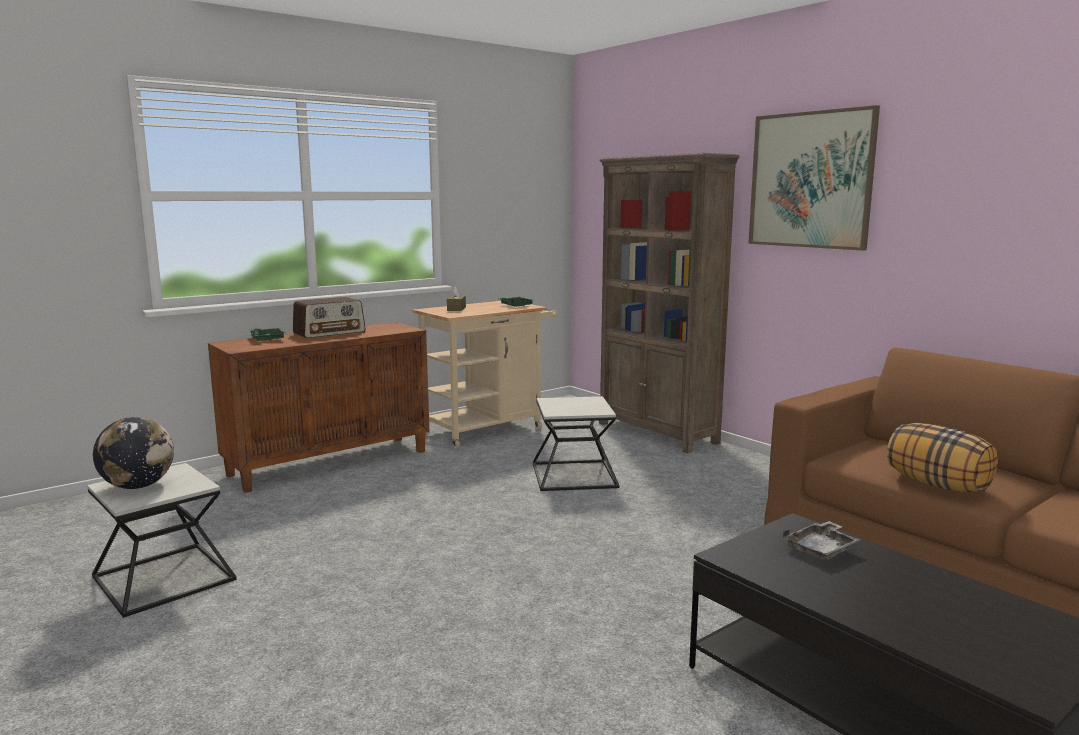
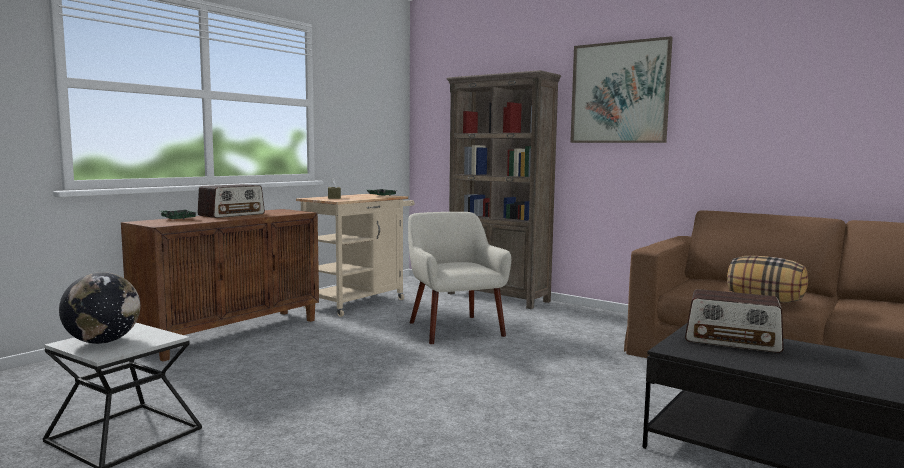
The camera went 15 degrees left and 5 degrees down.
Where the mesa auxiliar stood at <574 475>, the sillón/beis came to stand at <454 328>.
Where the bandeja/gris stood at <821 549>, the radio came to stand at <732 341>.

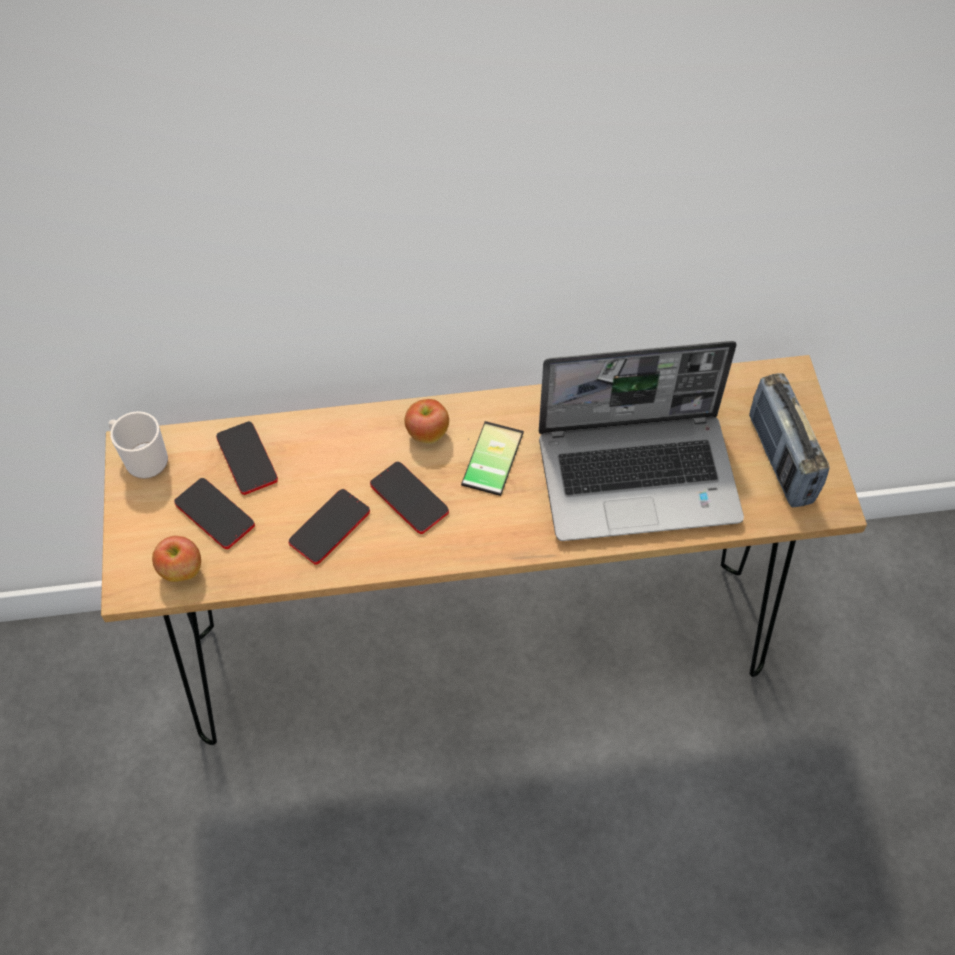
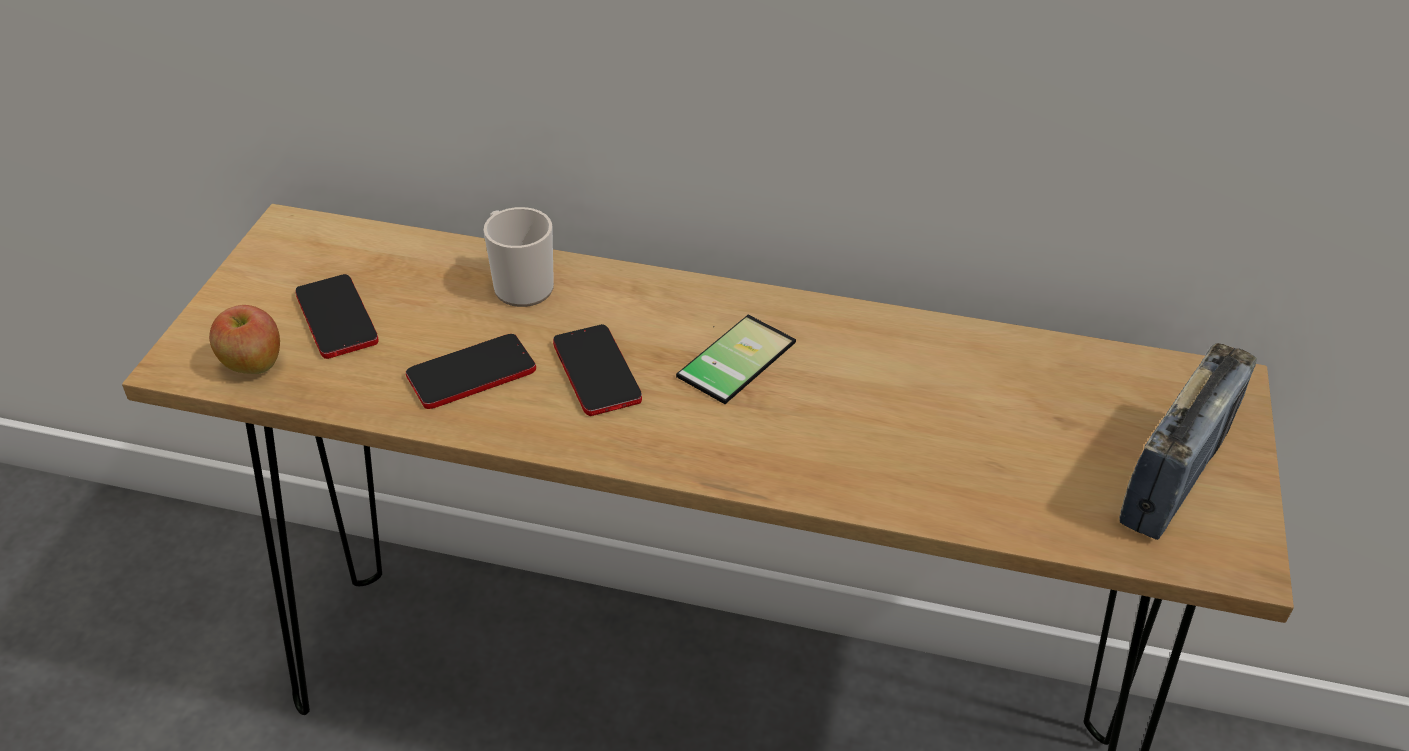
The camera went 20 degrees right and 15 degrees down.
The second view lost the móvil at <247 459>.
The second view lost the manzana at <427 433>.
The second view lost the portátil at <640 476>.
The taza grande ended up elsewhere, having gone from <142 459> to <519 284>.
The radio at <780 459> ended up facing another way, 150 degrees counterclockwise from before.

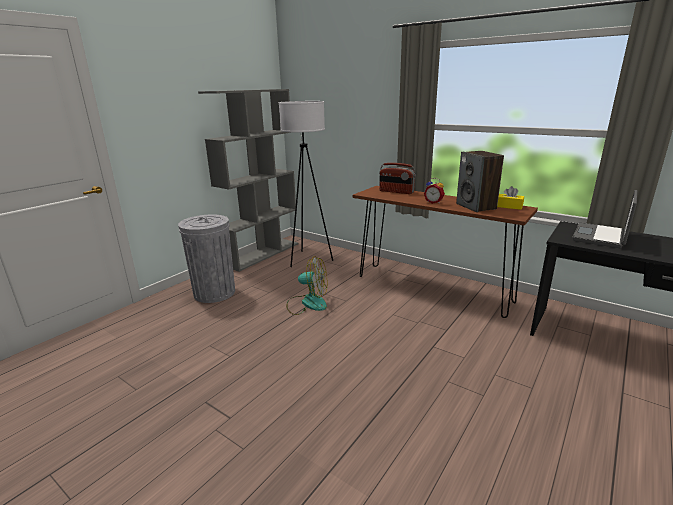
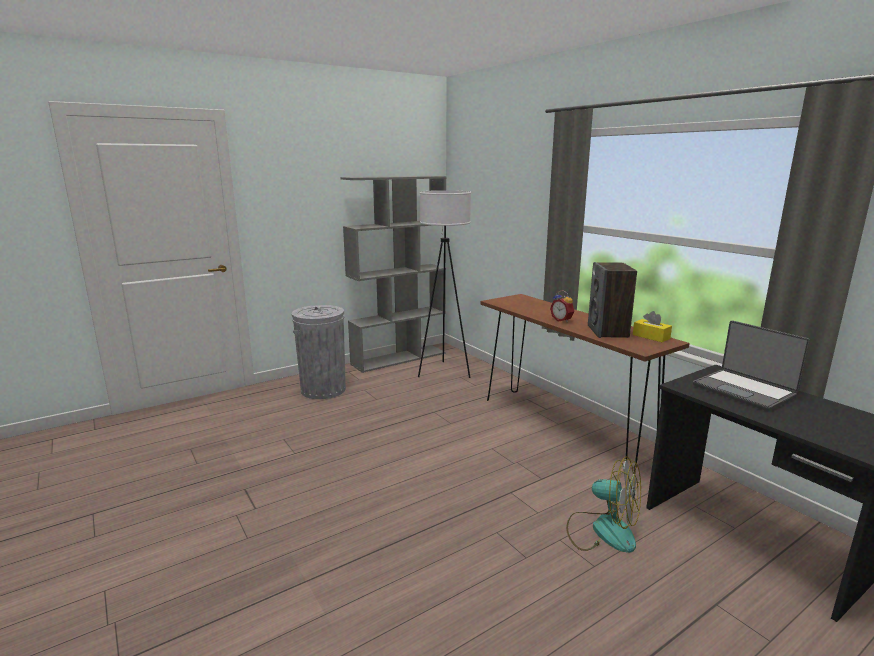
The camera went 20 degrees right and 5 degrees down.
The second view lost the radio at <396 192>.
The ventilador ended up elsewhere, having gone from <307 303> to <602 530>.
The portátil at <601 236> ended up facing another way, 90 degrees counterclockwise from before.

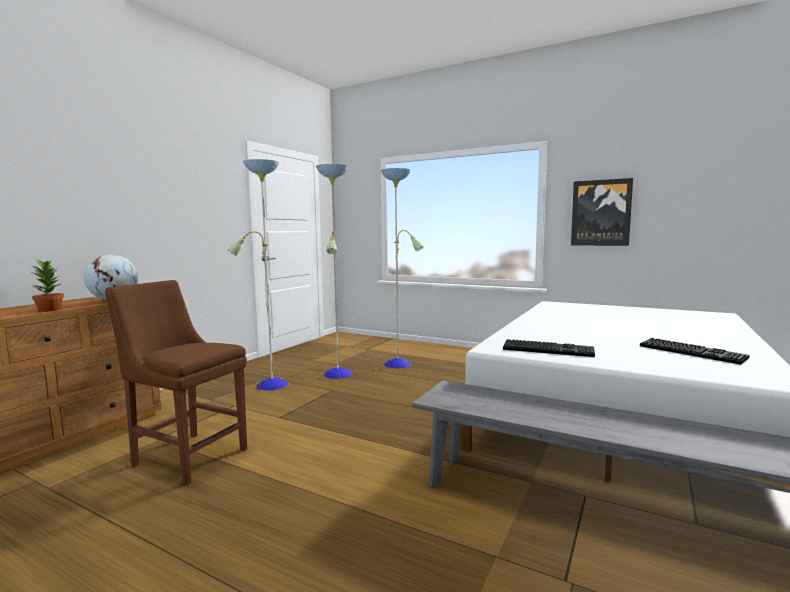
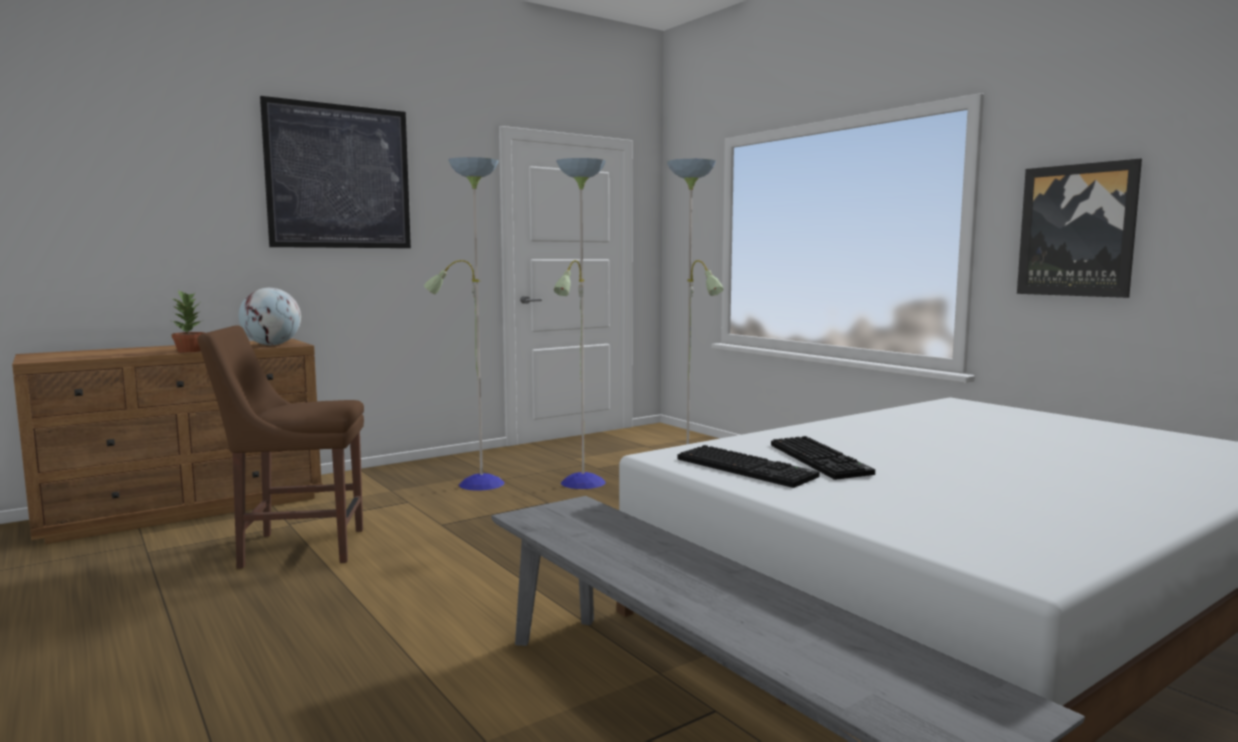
The camera went 25 degrees right and 0 degrees up.
The second view gained the cuadro at <339 177>.
The teclado ended up elsewhere, having gone from <692 352> to <821 460>.
The silla/marrón at <187 455> ended up facing another way, 60 degrees counterclockwise from before.

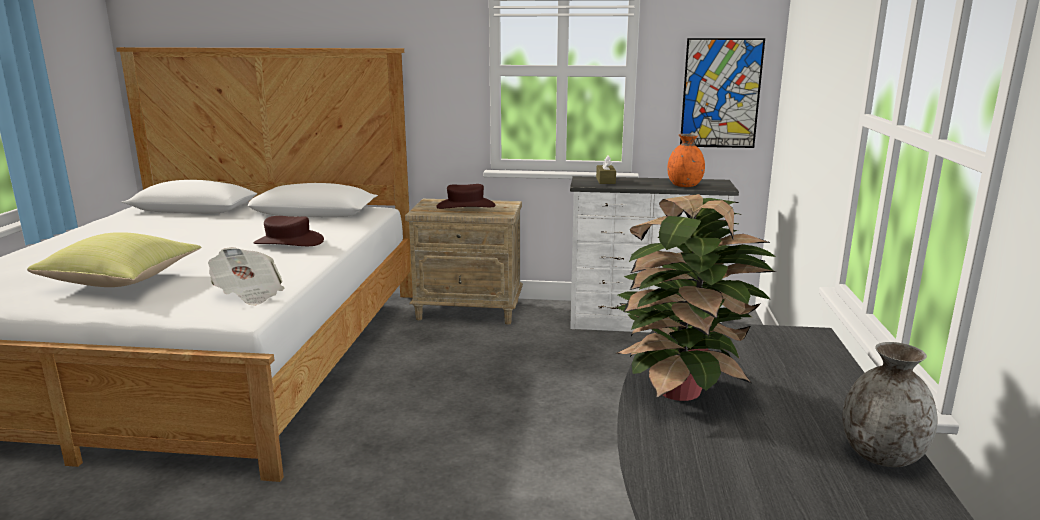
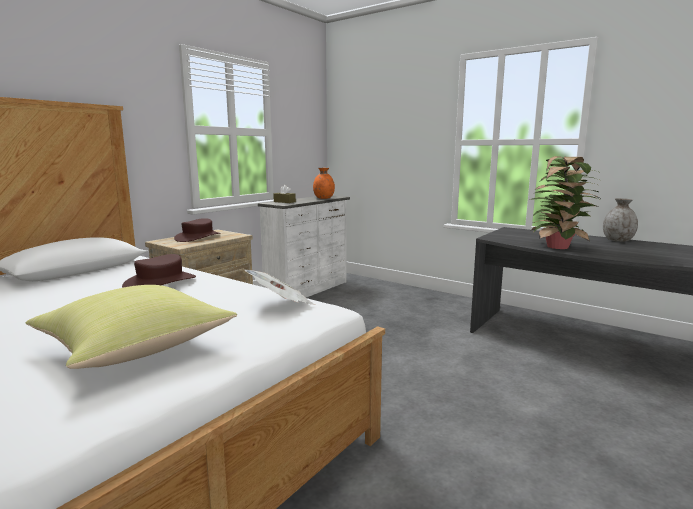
The camera went 60 degrees left and 5 degrees down.
The second view lost the cuadro at <721 93>.

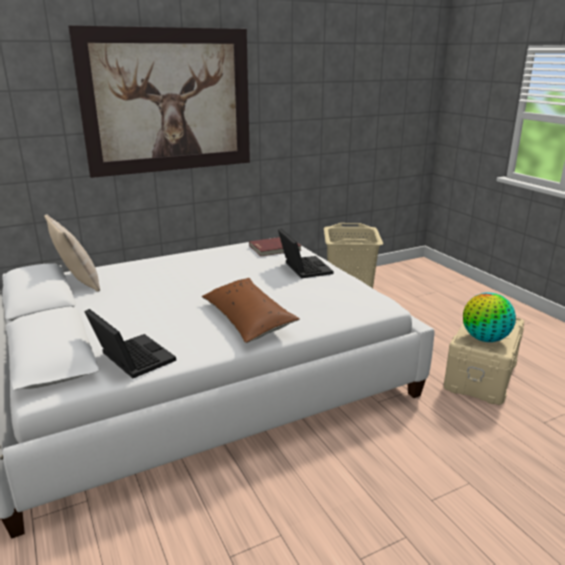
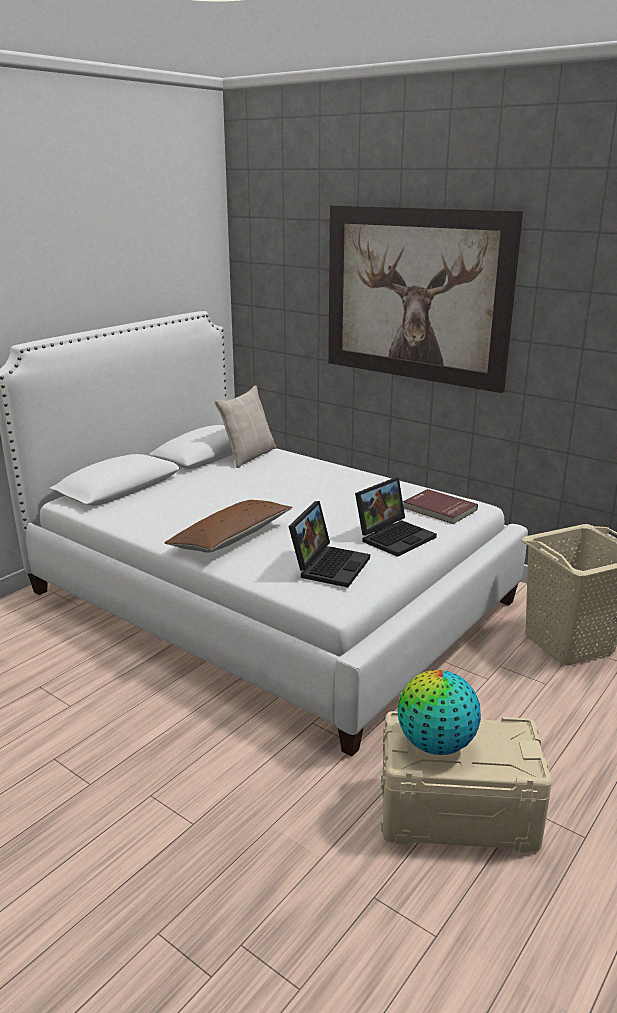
The camera went 65 degrees right and 0 degrees up.
The portátil ended up elsewhere, having gone from <131 358> to <329 565>.

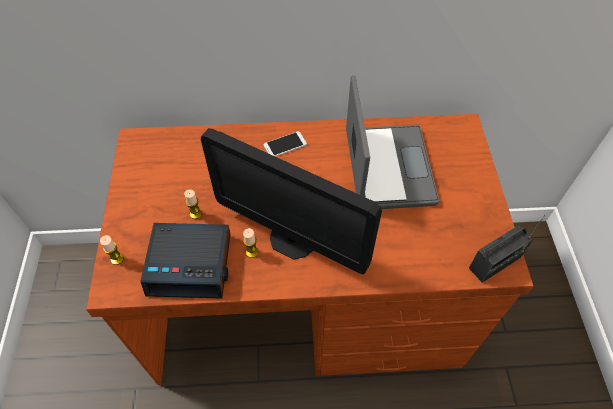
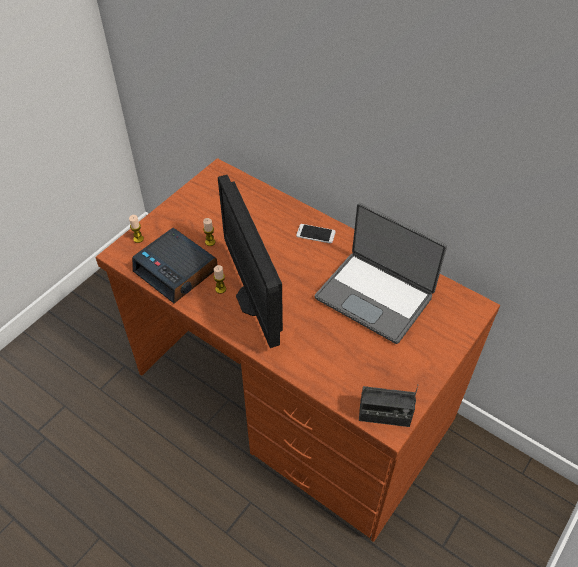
The camera went 40 degrees right and 5 degrees down.
The portátil at <387 167> ended up facing another way, 90 degrees clockwise from before.

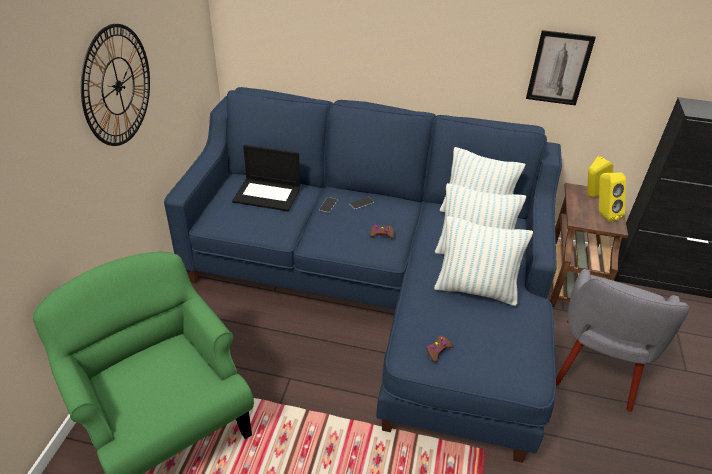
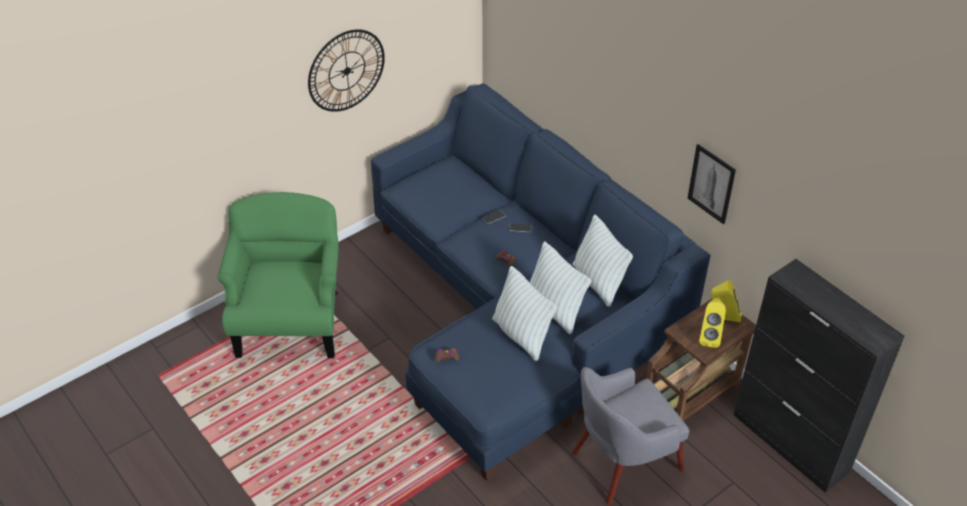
The camera went 40 degrees right and 5 degrees up.
The second view lost the portátil at <268 194>.

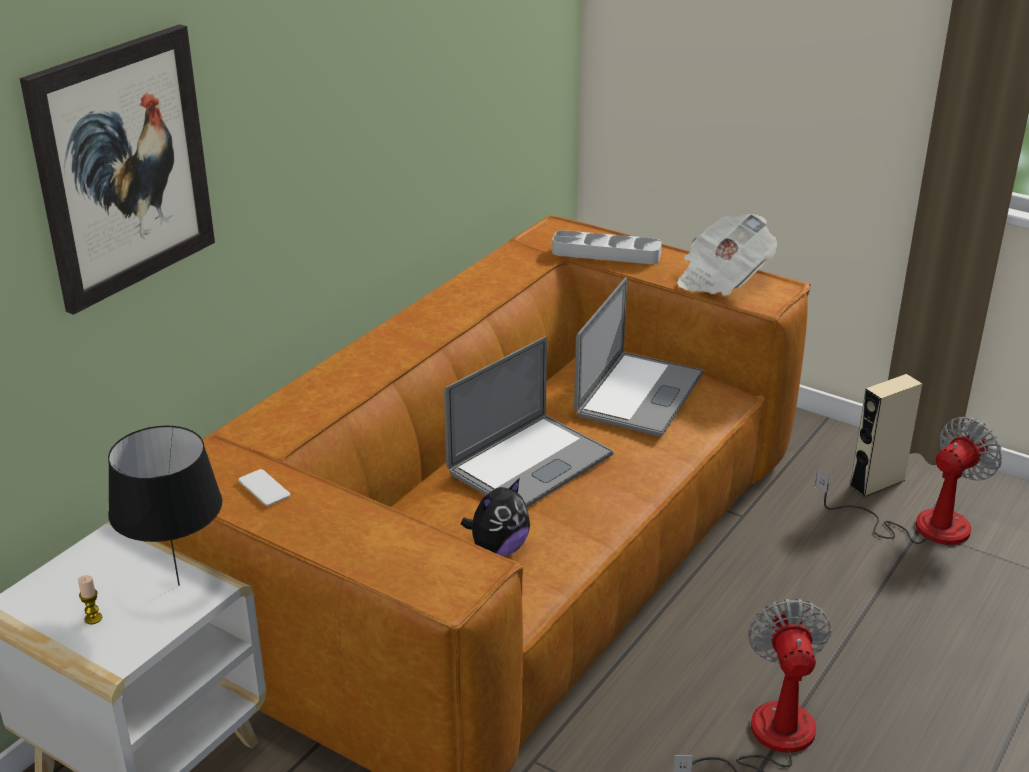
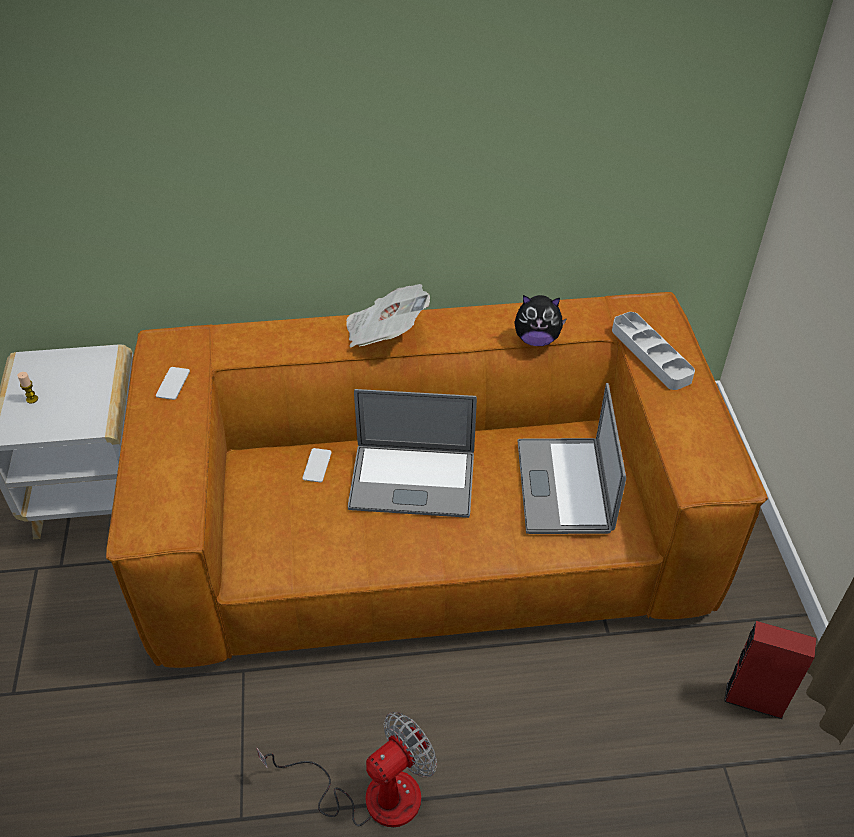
The camera went 50 degrees right and 15 degrees up.
The second view lost the cuadro at <122 167>.
The second view lost the lámpara de mesa/negro at <180 585>.
The second view lost the ventilador at <921 525>.
The second view gained the móvil at <317 465>.
The peluche ended up elsewhere, having gone from <498 549> to <536 339>.
The periódico ended up elsewhere, having gone from <722 278> to <385 333>.
What was the altavoz/beis at <877 483> turned into the altavoz/rojo at <754 700>.
The portátil at <639 394> ended up facing another way, 105 degrees clockwise from before.

